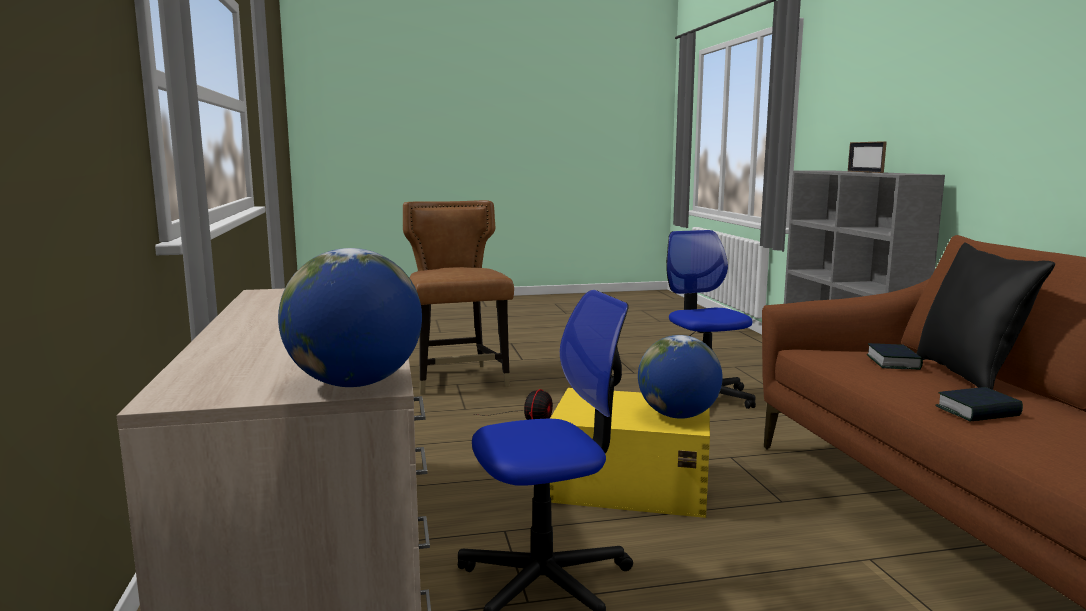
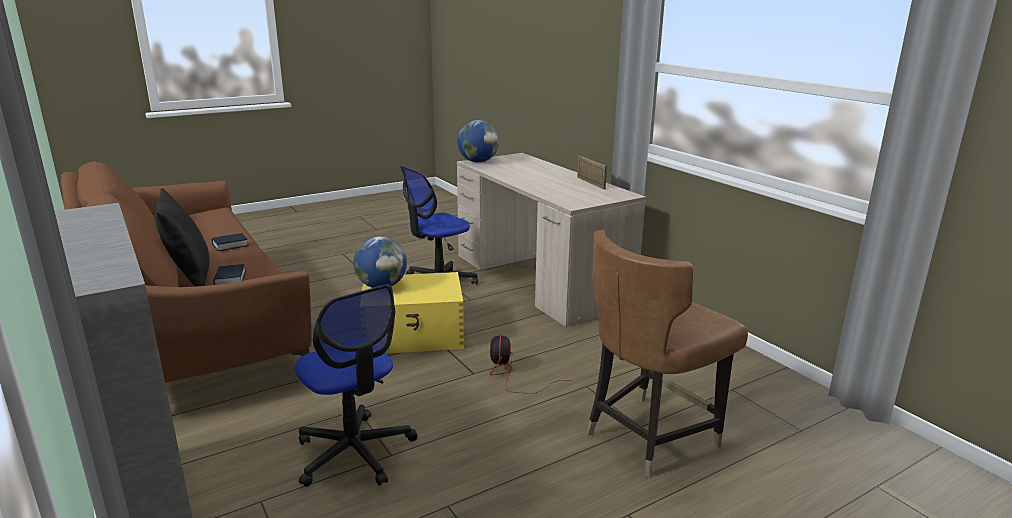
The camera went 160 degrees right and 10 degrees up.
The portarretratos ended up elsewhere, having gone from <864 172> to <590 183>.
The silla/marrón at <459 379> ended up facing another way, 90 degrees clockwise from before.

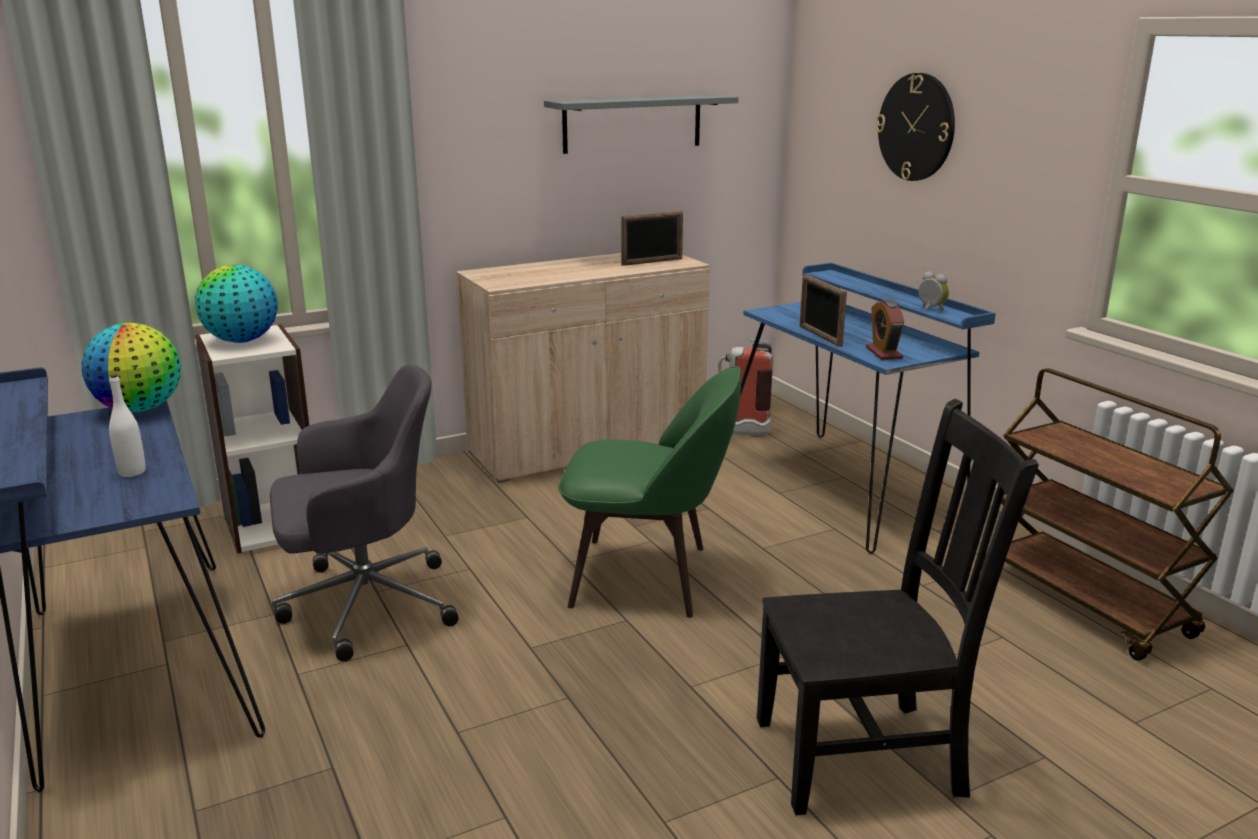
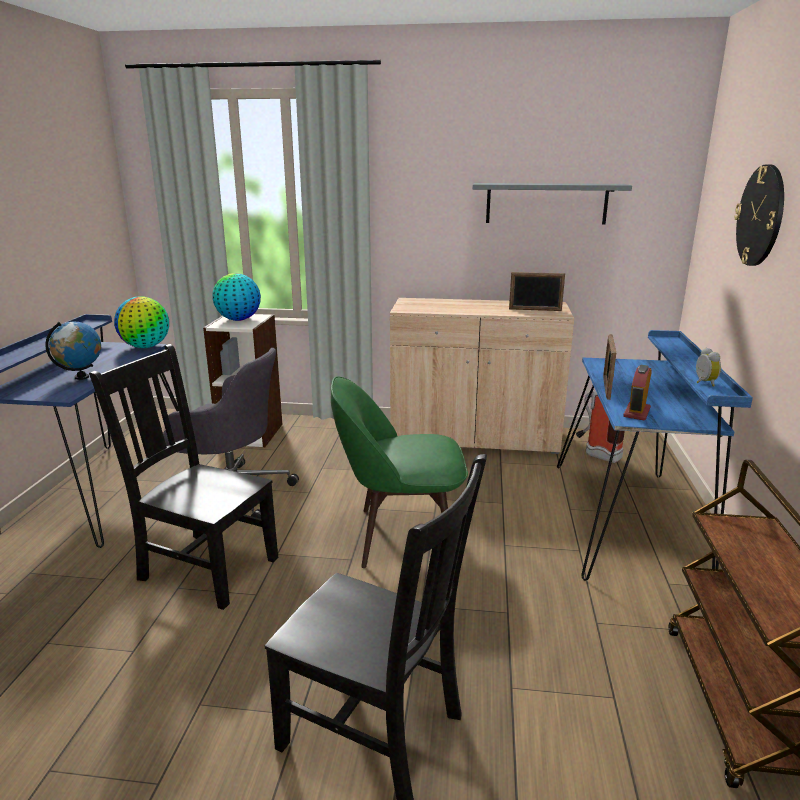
The camera went 35 degrees right and 0 degrees up.
The second view gained the silla/negro at <205 567>.
Where the botella/blanco stood at <132 472>, the globo terráqueo came to stand at <81 377>.
The silla/verde at <647 577> ended up facing another way, 135 degrees clockwise from before.

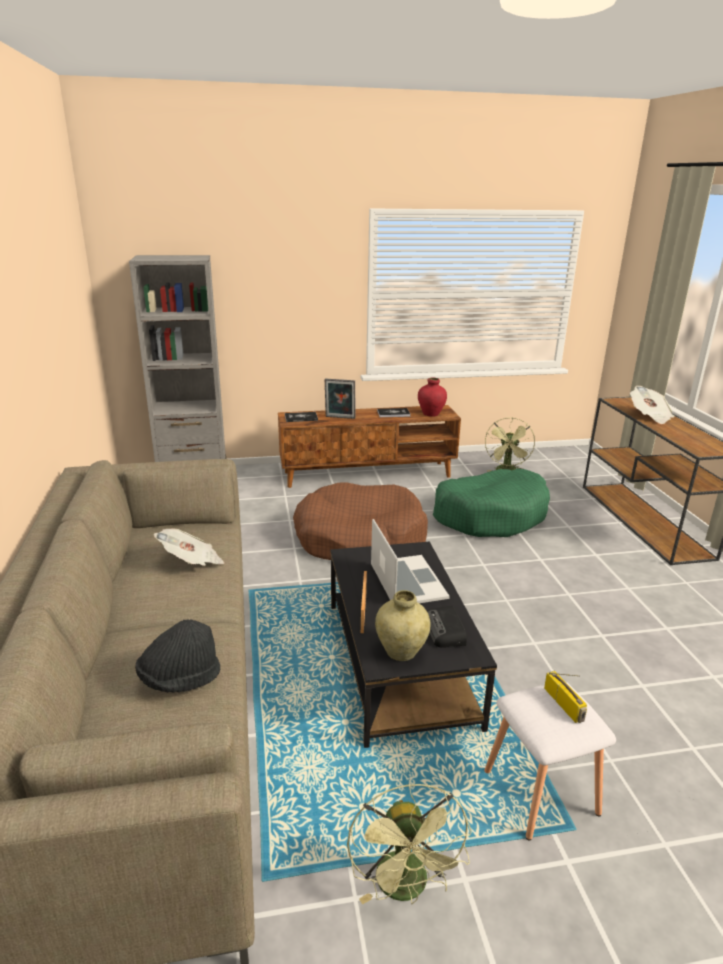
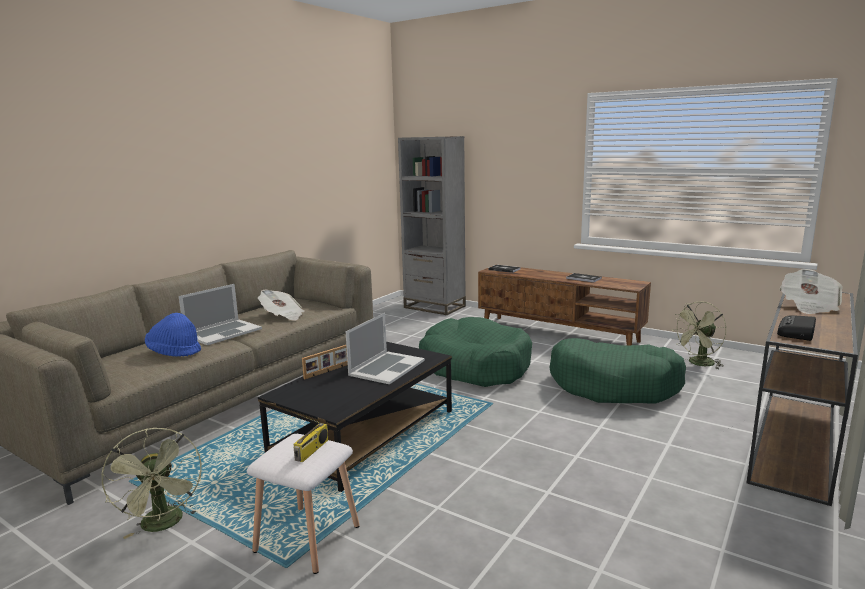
The camera went 45 degrees right and 10 degrees down.
The second view lost the portarretratos at <340 418>.
The second view lost the florero/beis at <401 652>.
The second view lost the florero/rojo at <431 414>.
The second view gained the portátil at <223 332>.
The radio ended up elsewhere, having gone from <445 631> to <797 332>.
What was the sombrero/negro at <180 679> turned into the sombrero/azul at <174 352>.
What was the cama para perro/marrón at <359 538> turned into the cama para perro/verde at <475 366>.
The ventilador/verde at <406 888> ended up facing another way, 60 degrees counterclockwise from before.

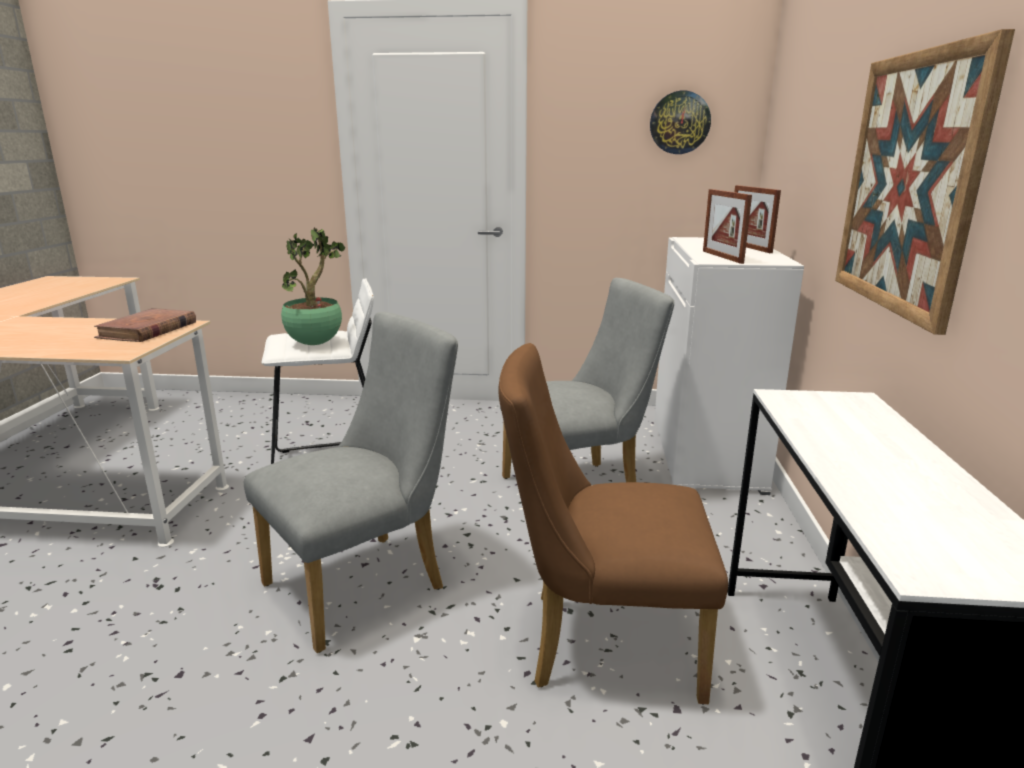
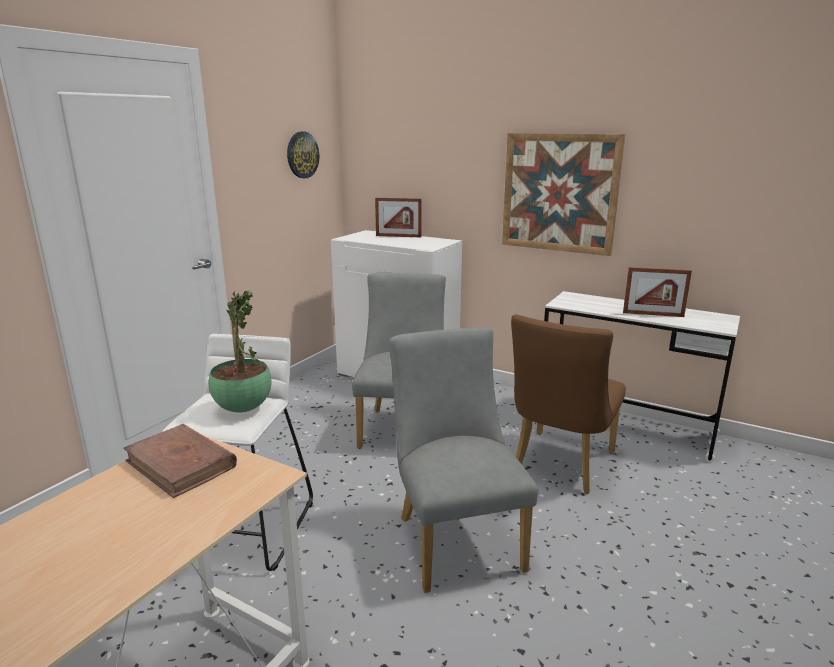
The camera went 65 degrees left and 0 degrees up.
The portarretratos ended up elsewhere, having gone from <722 257> to <653 314>.

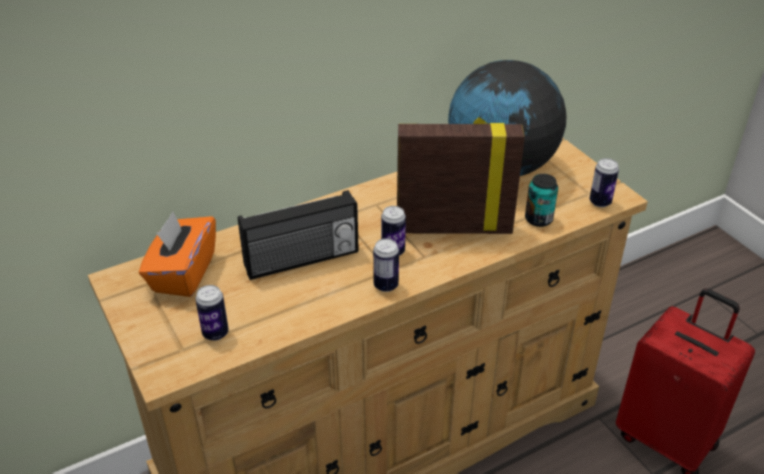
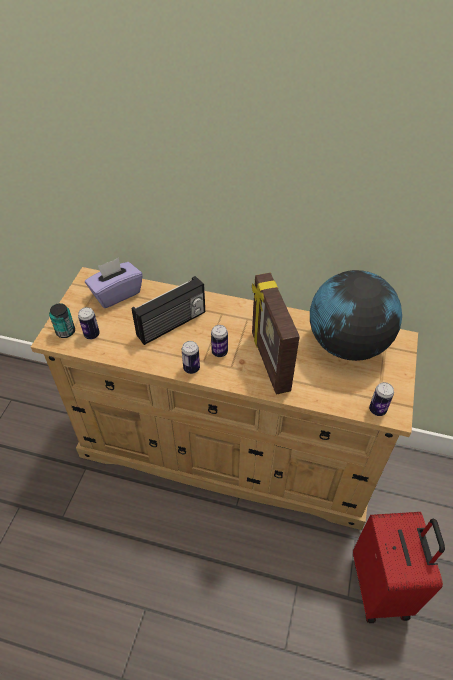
The camera went 45 degrees right and 10 degrees up.
The lata ended up elsewhere, having gone from <538 219> to <65 332>.
What was the caja de pañuelos/naranja at <183 273> turned into the caja de pañuelos/morado at <116 293>.
The radio at <302 260> ended up facing another way, 60 degrees counterclockwise from before.
The portarretratos at <453 227> ended up facing another way, 150 degrees counterclockwise from before.

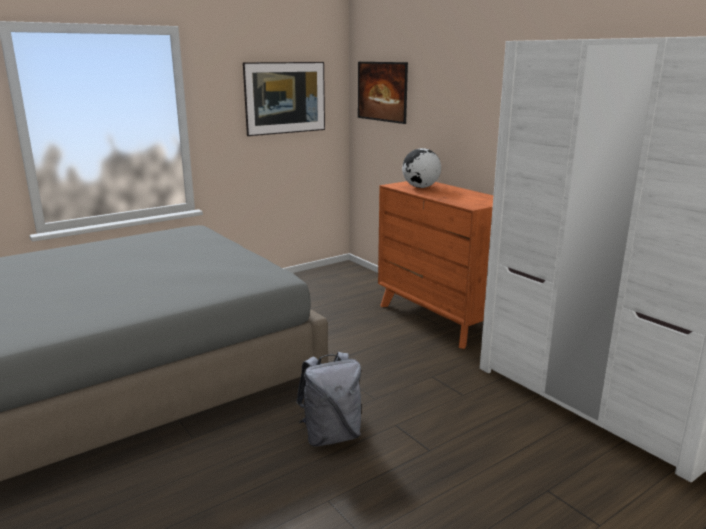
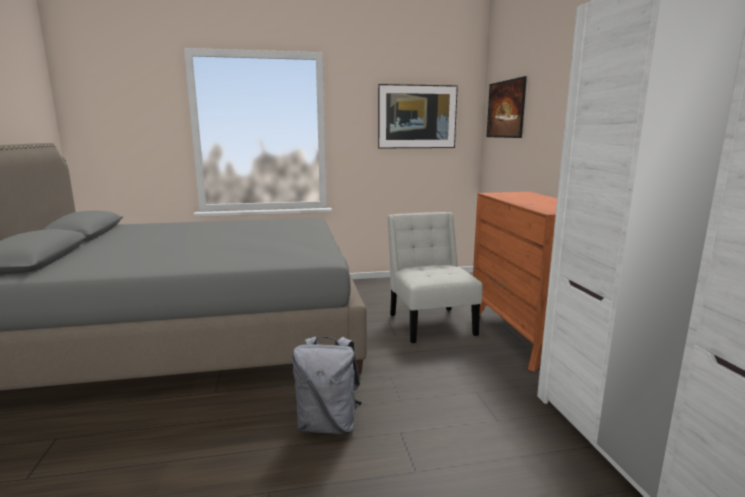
The camera went 25 degrees right and 5 degrees down.
The second view lost the globo terráqueo at <420 187>.
The second view gained the silla/blanco at <430 322>.

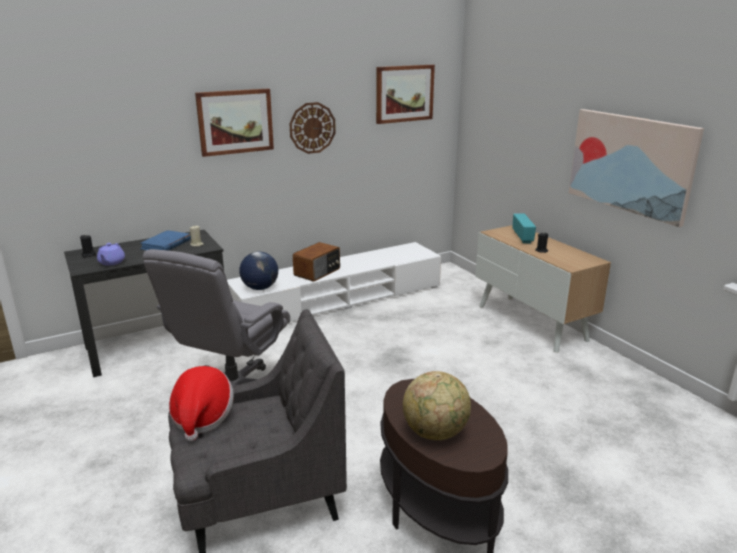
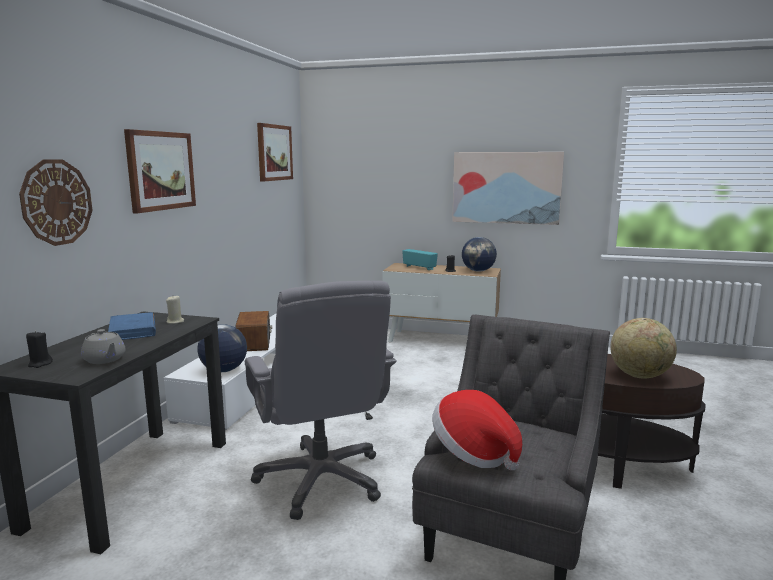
The camera went 45 degrees left and 10 degrees down.
The second view gained the globo terráqueo at <478 271>.
The reloj de pared ended up elsewhere, having gone from <312 128> to <56 202>.
What was the tetera/morado at <111 262> turned into the tetera/gris at <105 360>.

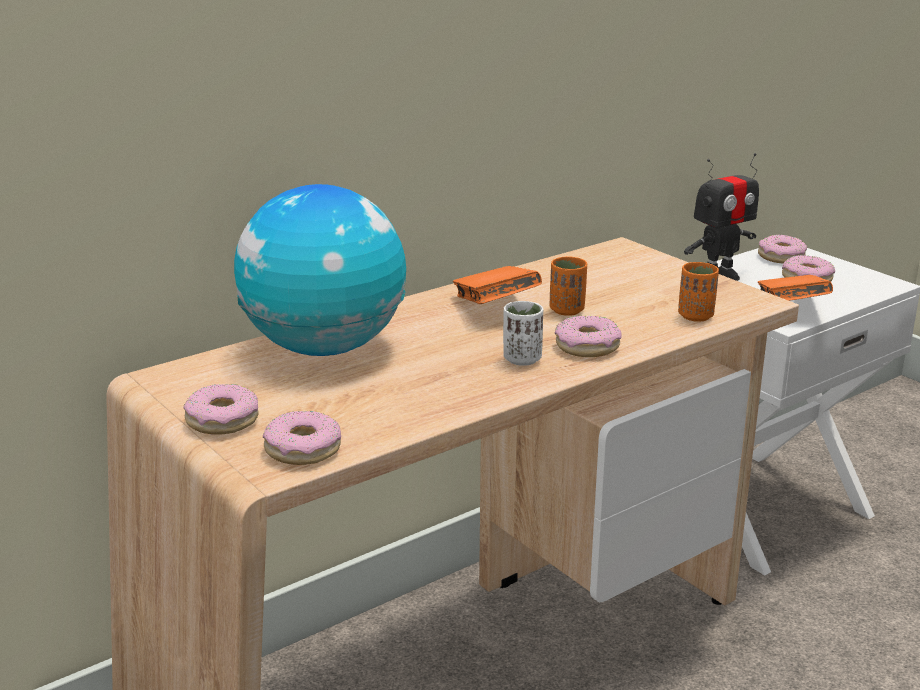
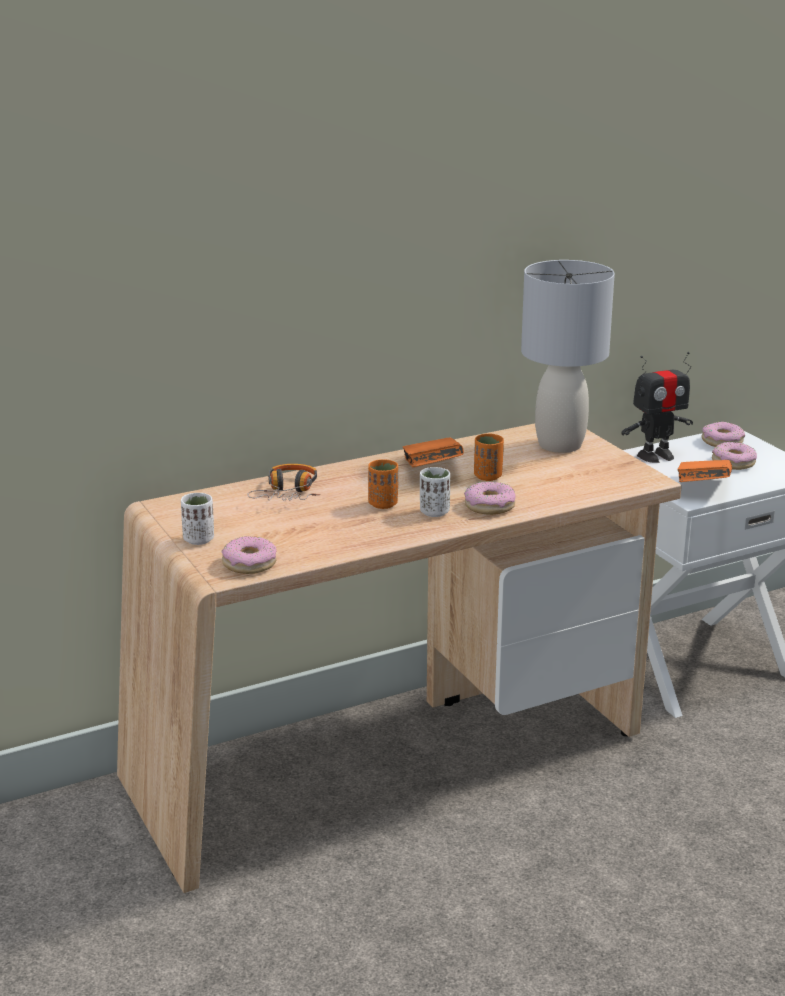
The camera went 10 degrees right and 0 degrees up.
The second view gained the lámpara de mesa/gris at <559 444>.
The taza/naranja ended up elsewhere, having gone from <695 316> to <383 504>.
Where the rosquilla stood at <222 420>, the taza/blanco came to stand at <199 539>.
Where the globo terráqueo stood at <325 348>, the auriculares came to stand at <289 493>.

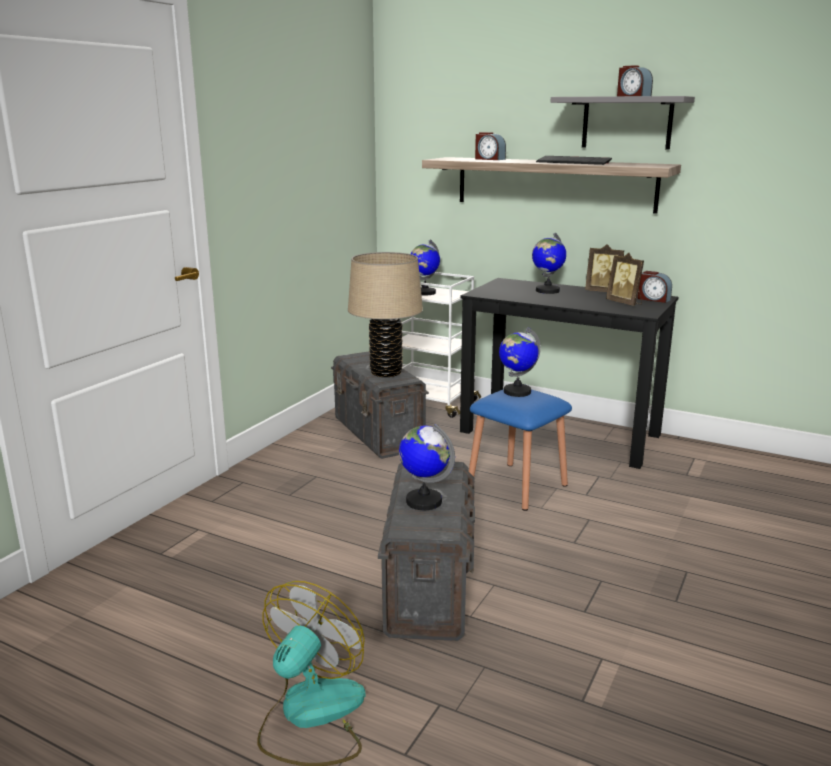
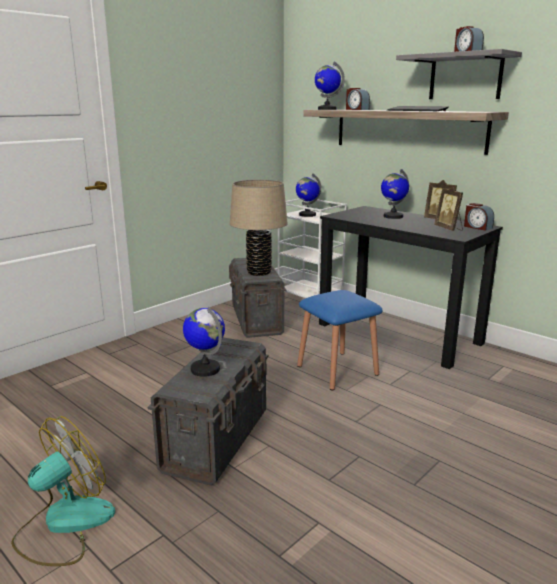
The camera went 15 degrees right and 0 degrees up.
The globo terráqueo ended up elsewhere, having gone from <516 392> to <326 109>.

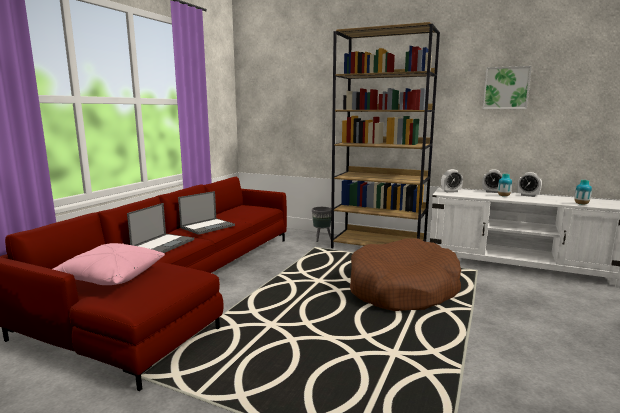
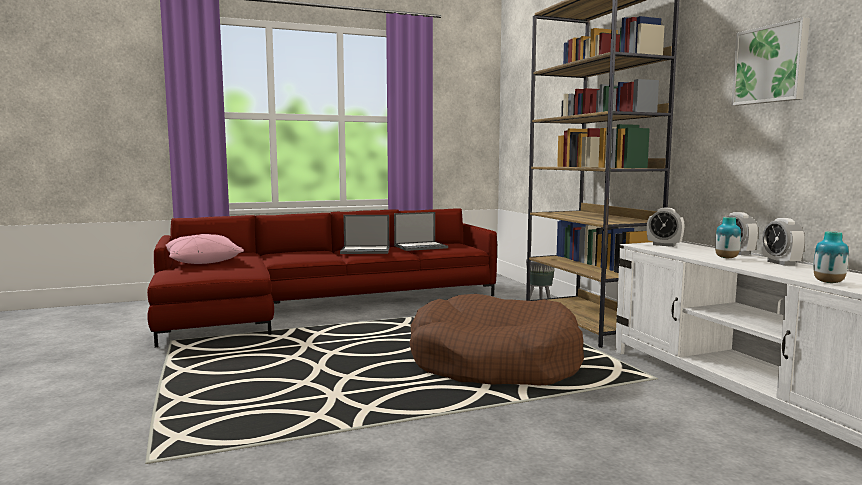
The camera went 45 degrees right and 5 degrees down.
The portátil ended up elsewhere, having gone from <163 244> to <421 247>.

